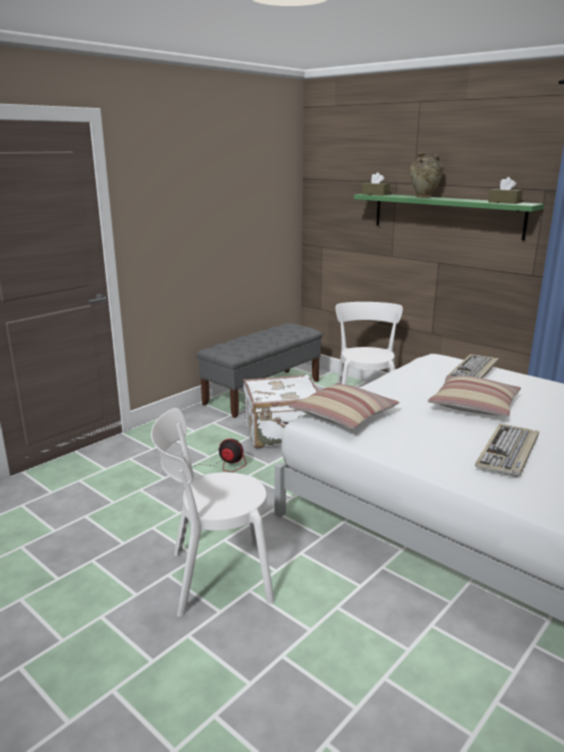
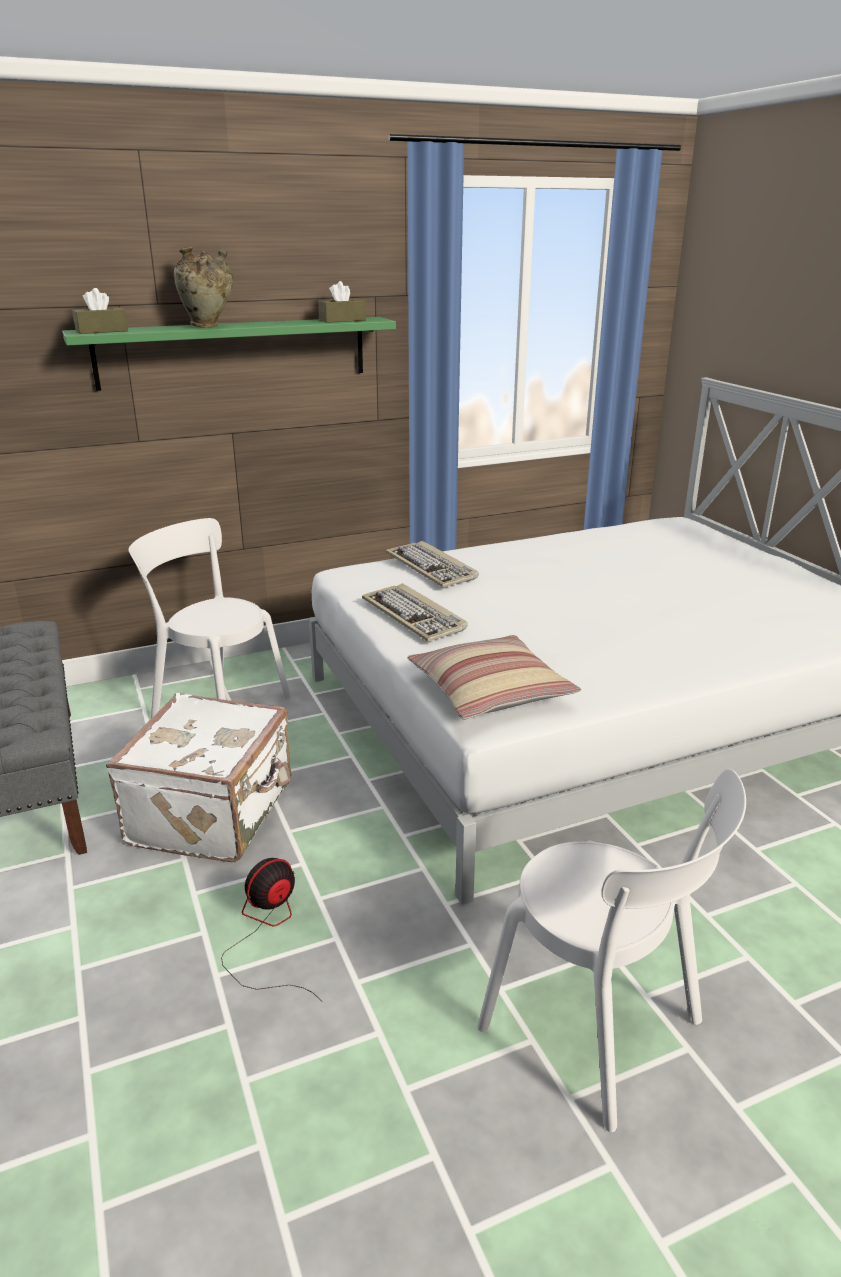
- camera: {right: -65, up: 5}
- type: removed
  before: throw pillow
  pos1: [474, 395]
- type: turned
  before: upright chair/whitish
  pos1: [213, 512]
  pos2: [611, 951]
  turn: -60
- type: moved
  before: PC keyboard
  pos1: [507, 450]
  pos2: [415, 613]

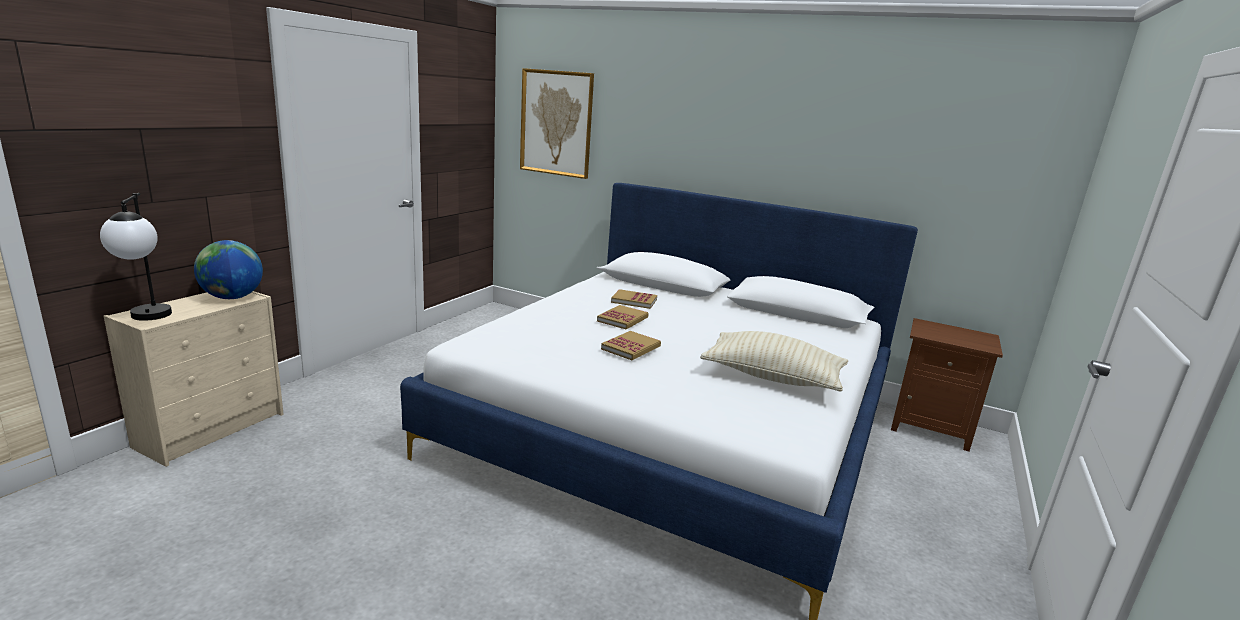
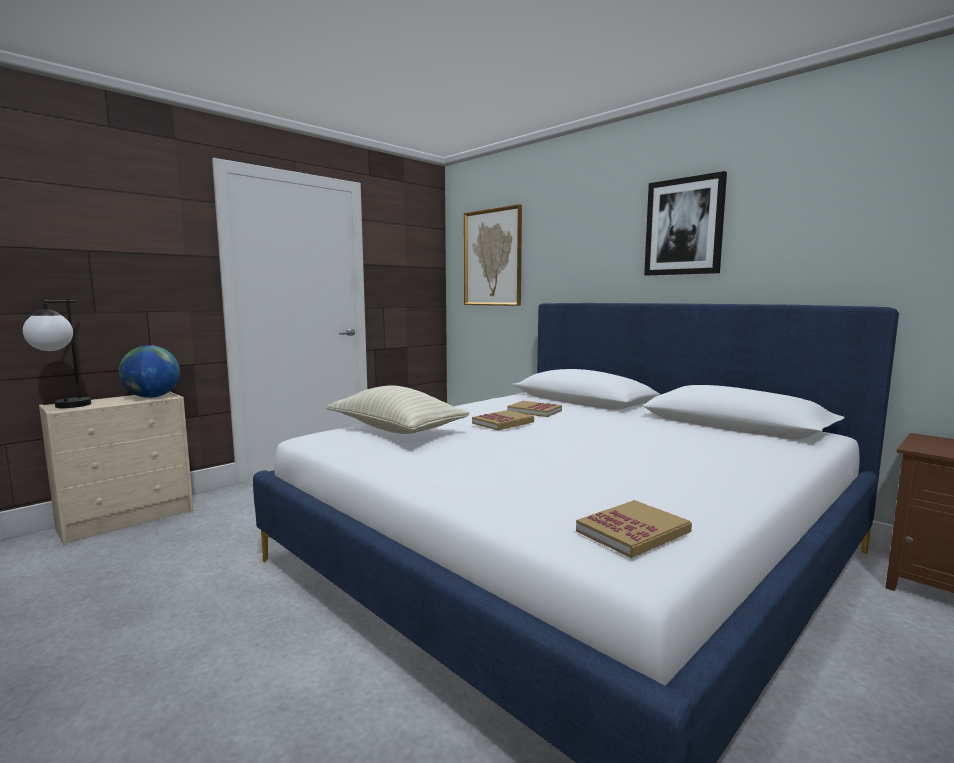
- camera: {right: 20, up: -10}
- type: moved
  before: bound book
  pos1: [631, 345]
  pos2: [634, 529]
- type: moved
  before: throw pillow/sand-coloured
  pos1: [774, 361]
  pos2: [398, 410]
- type: added
  after: picture
  pos2: [685, 223]

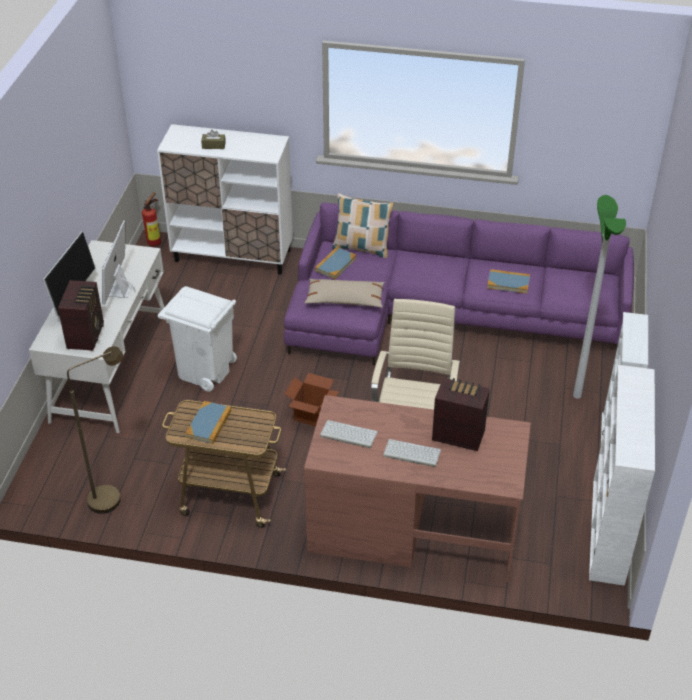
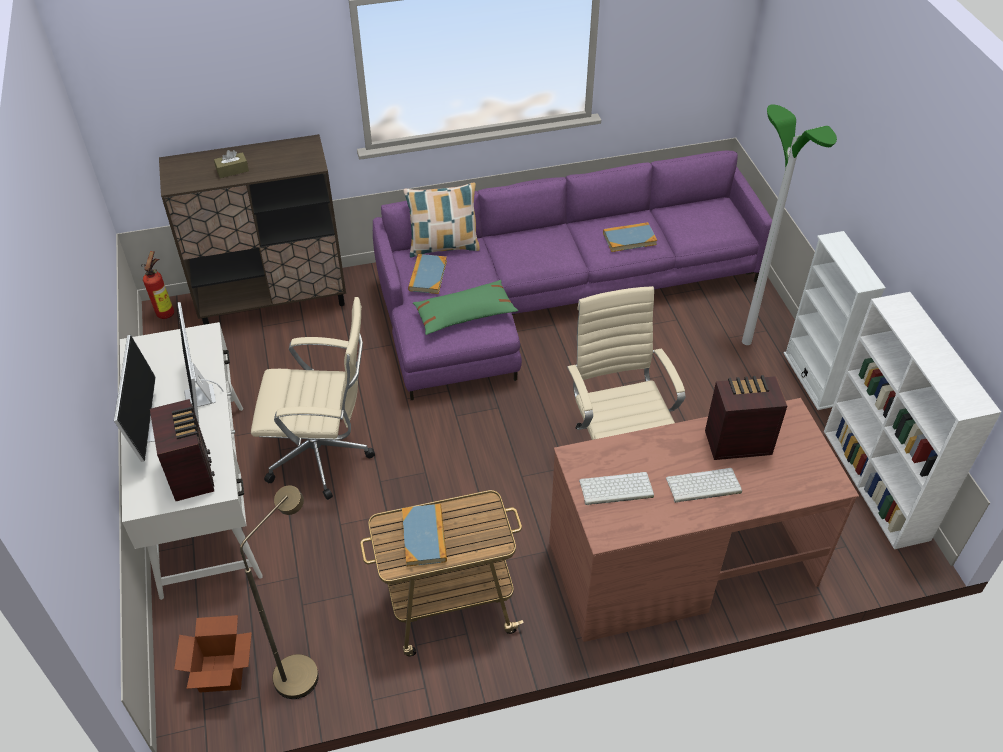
- camera: {right: -25, up: 5}
- type: recoloured
  before: storage cabinet/whitish
  after: storage cabinet/brownish
  pos1: [225, 199]
  pos2: [252, 229]
- type: recoloured
  before: throw pillow/sand-coloured
  after: throw pillow/greenish
  pos1: [345, 293]
  pos2: [465, 307]
- type: replaced
  before: trash can/whitish
  after: desk chair/sand-coloured
  pos1: [197, 339]
  pos2: [313, 398]
- type: moved
  before: cardboard box
  pos1: [312, 399]
  pos2: [213, 653]

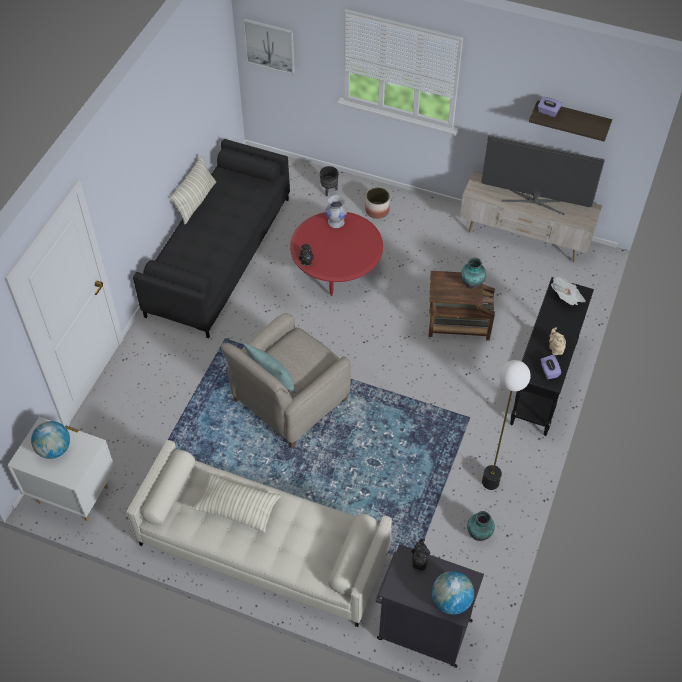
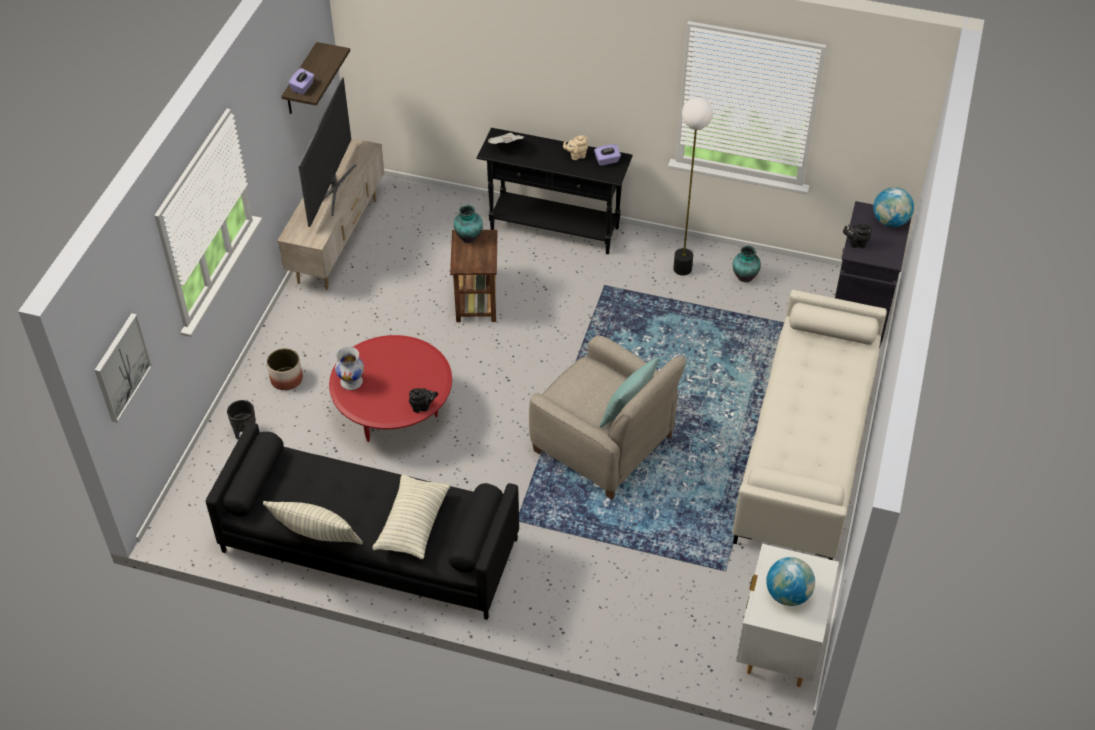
- camera: {right: -95, up: -5}
- type: moved
  before: throw pillow
  pos1: [236, 502]
  pos2: [411, 516]

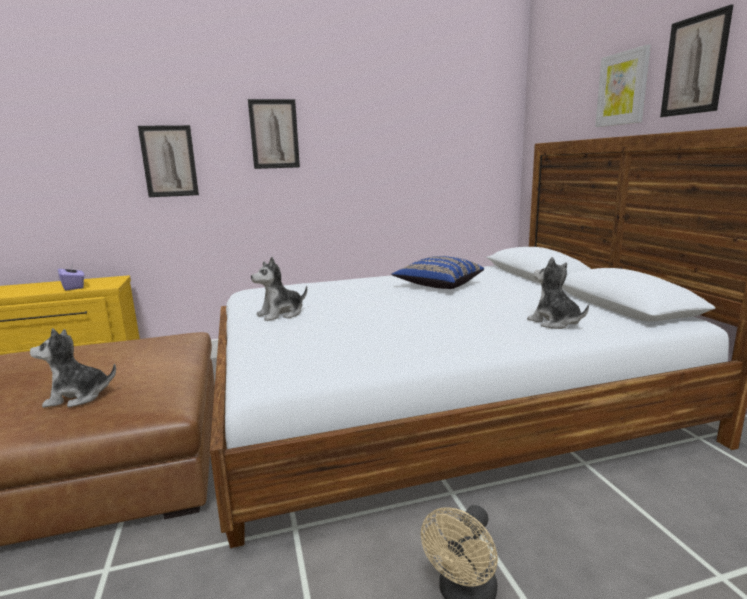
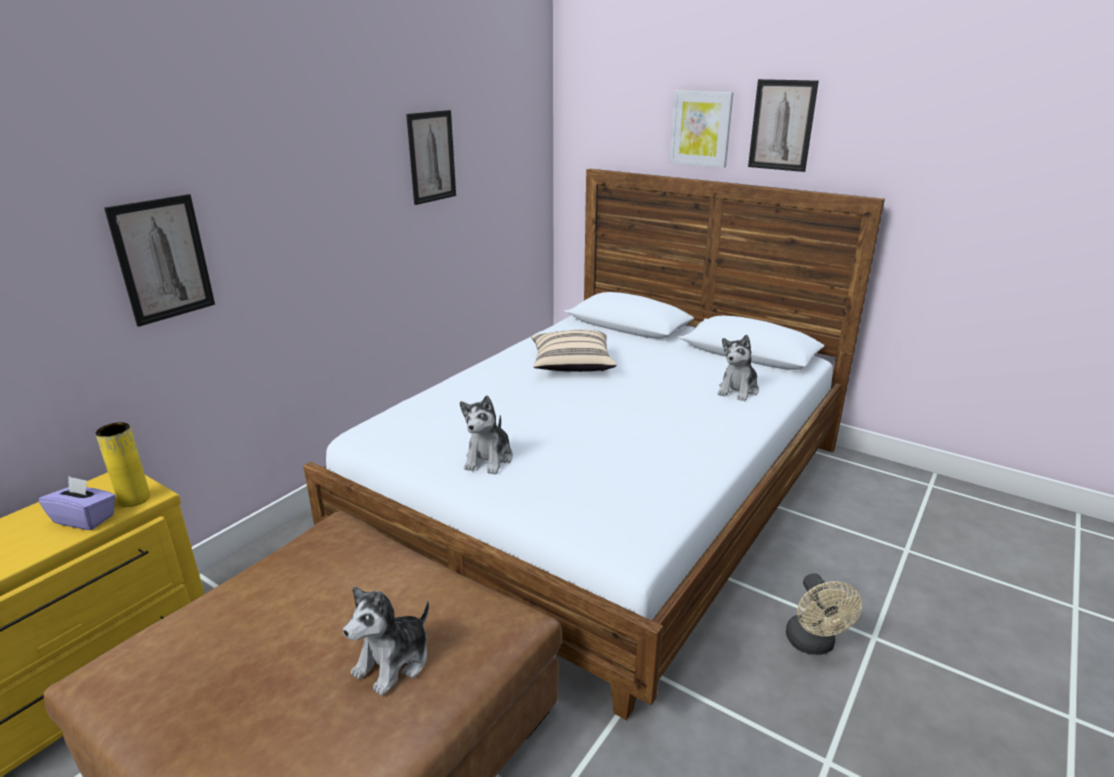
- camera: {right: -40, up: 10}
- type: moved
  before: picture
  pos1: [274, 134]
  pos2: [431, 157]
- type: recoloured
  before: throw pillow/bluish
  after: throw pillow/sand-coloured
  pos1: [437, 272]
  pos2: [574, 351]
- type: turned
  before: soft toy
  pos1: [558, 293]
  pos2: [738, 368]
  turn: -75
- type: added
  after: decorative vase/yellow-coloured
  pos2: [122, 464]

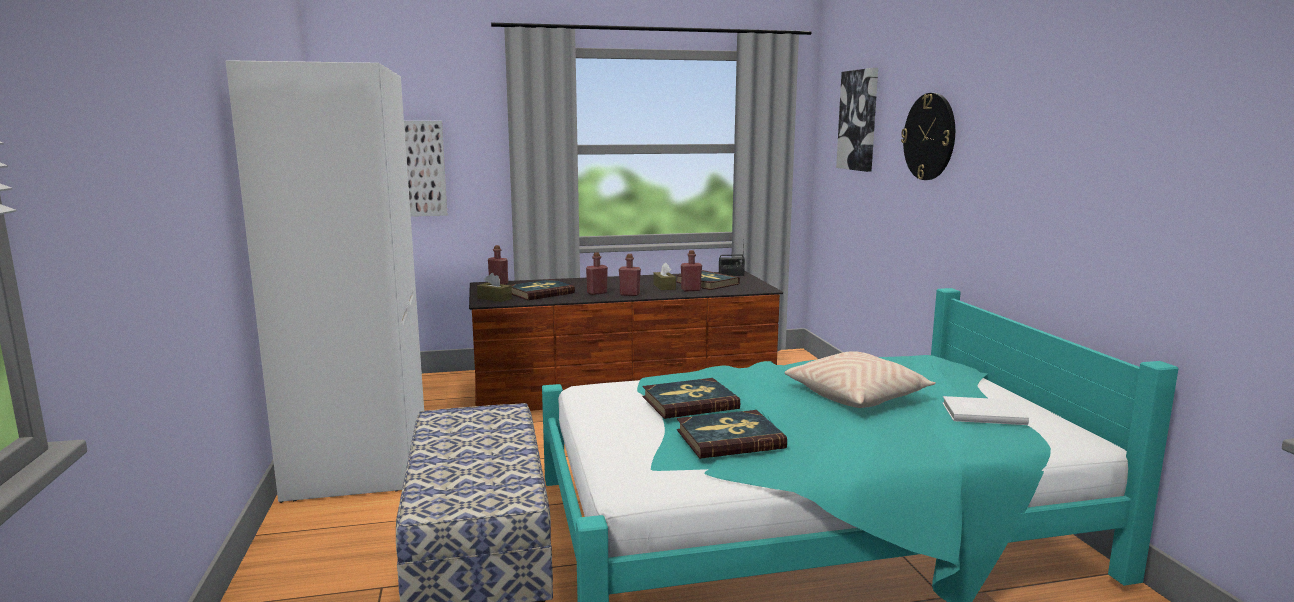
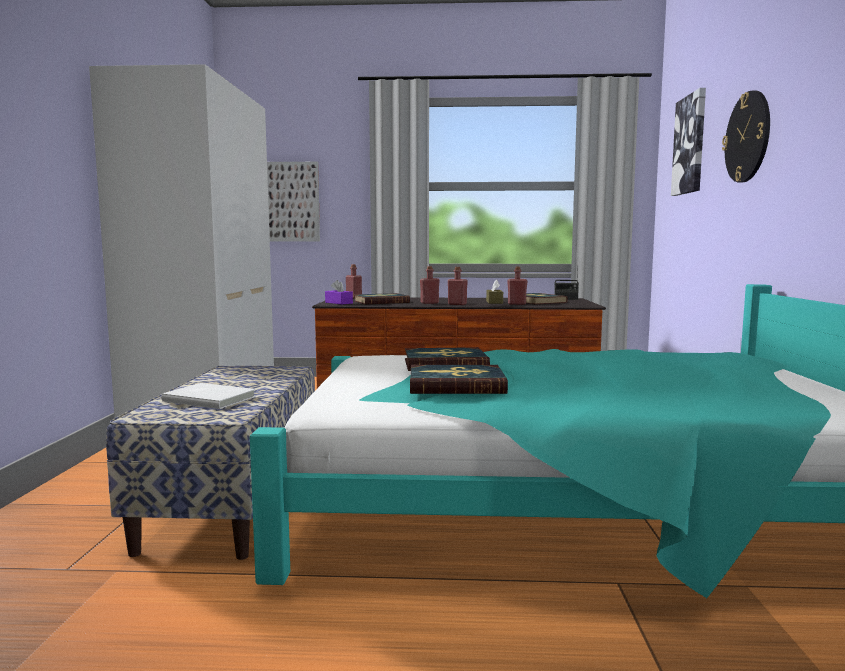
- camera: {right: 15, up: -5}
- type: recoloured
  before: box of tissues/brownish
  after: box of tissues/purple-coloured
  pos1: [494, 287]
  pos2: [339, 292]
- type: removed
  before: throw pillow/sand-coloured
  pos1: [860, 379]
- type: moved
  before: bound book/whitish
  pos1: [985, 410]
  pos2: [208, 396]

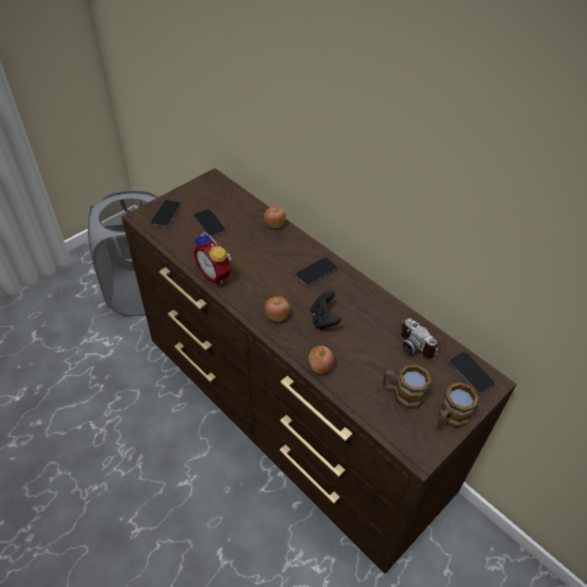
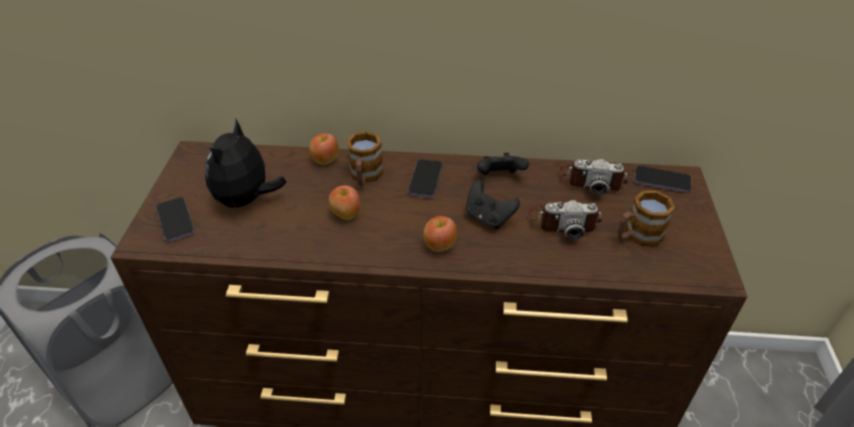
- camera: {right: -40, up: -5}
- type: replaced
  before: phone
  after: soft toy
  pos1: [210, 223]
  pos2: [245, 164]
- type: removed
  before: table clock
  pos1: [212, 258]
- type: moved
  before: apple fruit
  pos1: [321, 360]
  pos2: [344, 203]
- type: moved
  before: coffee mug
  pos1: [458, 405]
  pos2: [364, 158]
- type: added
  after: game controller/black
  pos2: [503, 164]
- type: added
  after: still camera
  pos2: [565, 220]

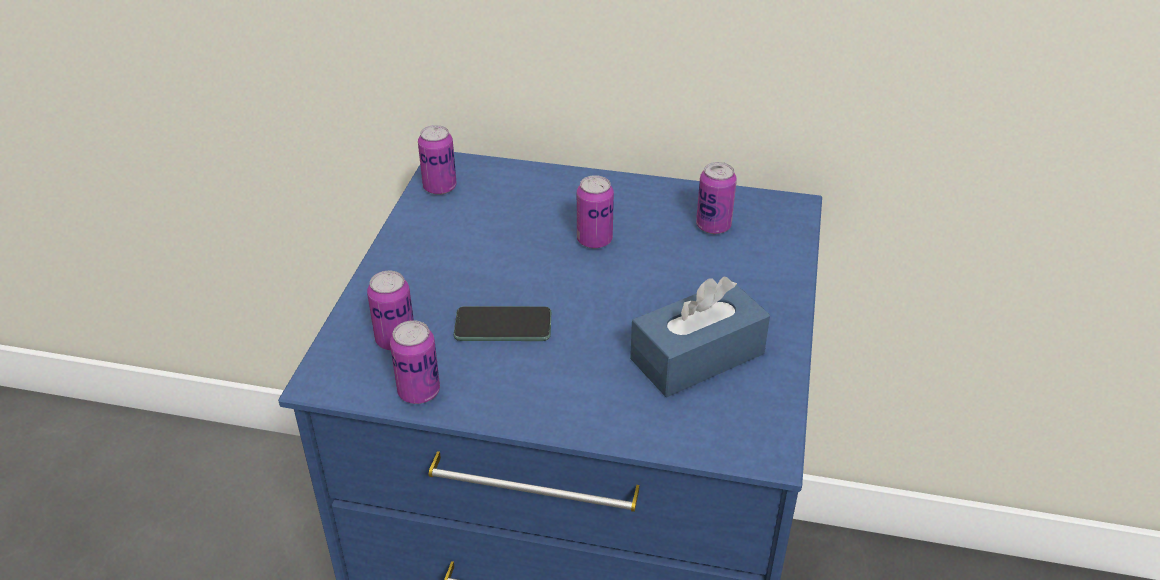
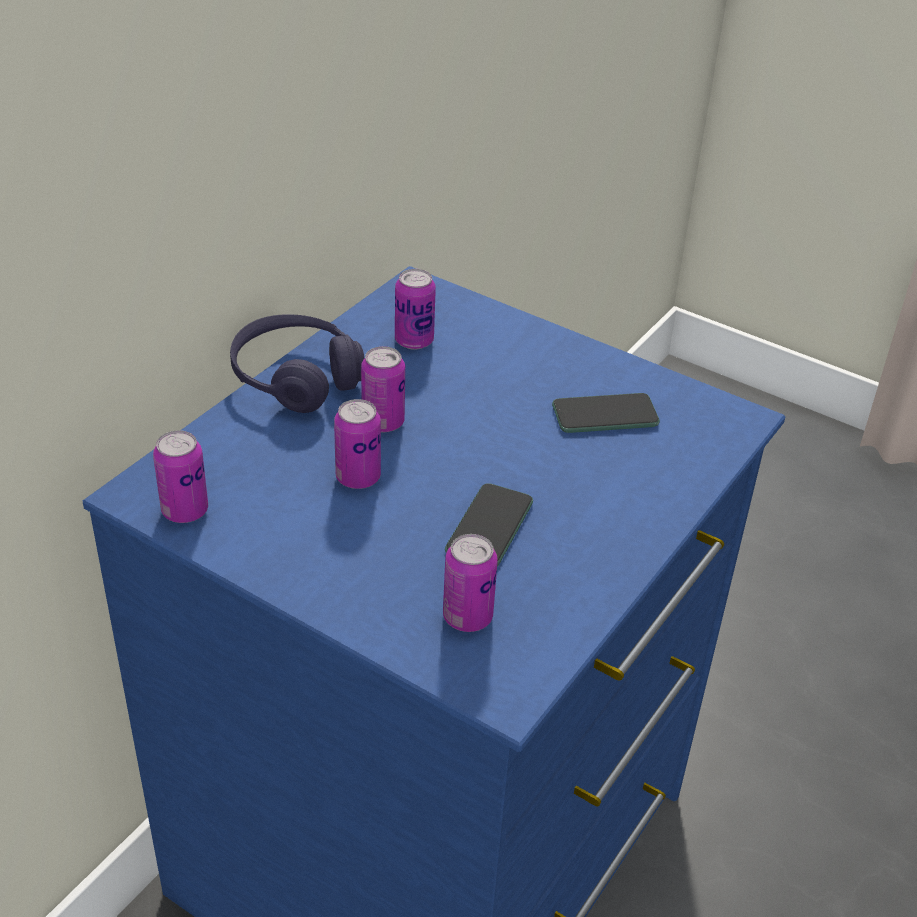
- camera: {right: -70, up: 0}
- type: replaced
  before: box of tissues/bluish
  after: phone
  pos1: [700, 337]
  pos2: [606, 413]
- type: moved
  before: metal can
  pos1: [415, 362]
  pos2: [357, 444]
- type: added
  after: headphones/purple-coloured
  pos2: [297, 363]

